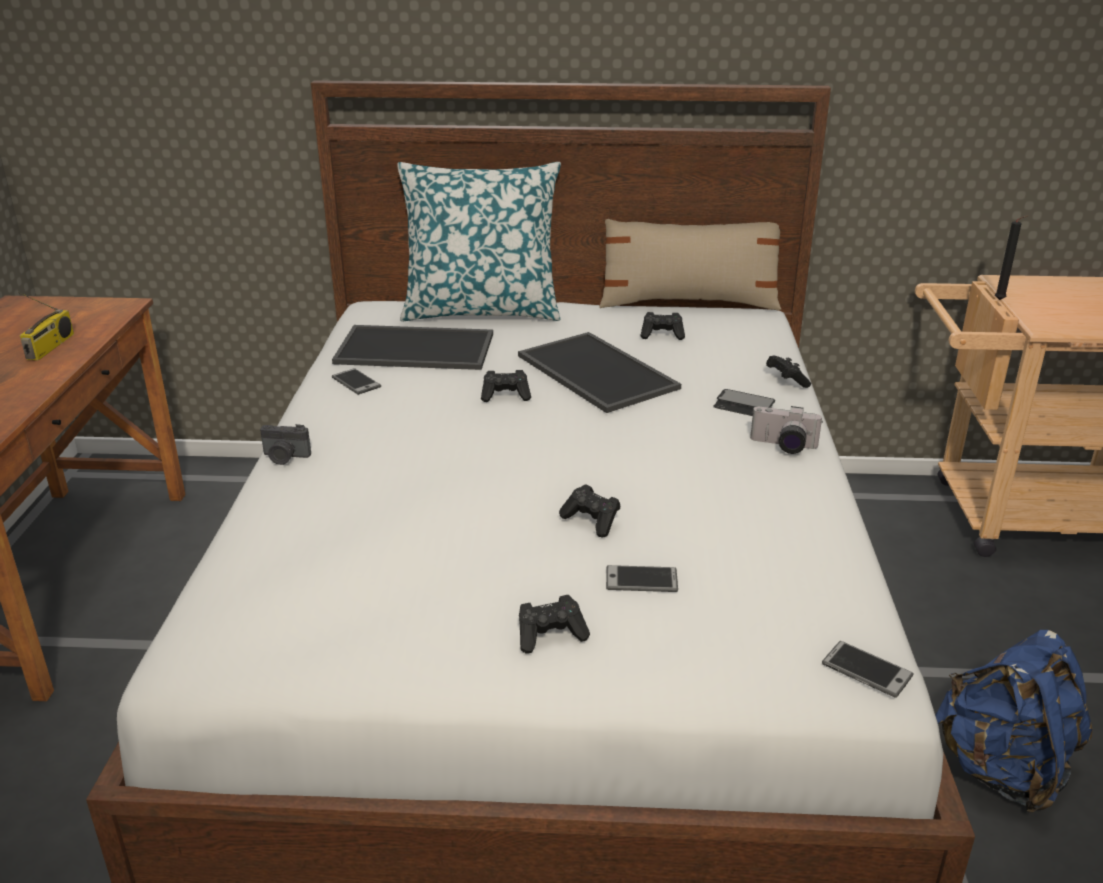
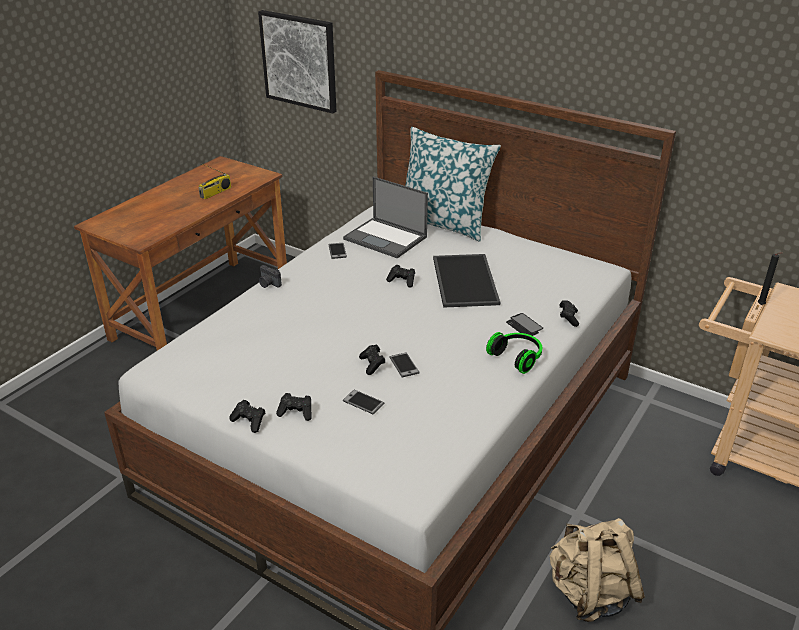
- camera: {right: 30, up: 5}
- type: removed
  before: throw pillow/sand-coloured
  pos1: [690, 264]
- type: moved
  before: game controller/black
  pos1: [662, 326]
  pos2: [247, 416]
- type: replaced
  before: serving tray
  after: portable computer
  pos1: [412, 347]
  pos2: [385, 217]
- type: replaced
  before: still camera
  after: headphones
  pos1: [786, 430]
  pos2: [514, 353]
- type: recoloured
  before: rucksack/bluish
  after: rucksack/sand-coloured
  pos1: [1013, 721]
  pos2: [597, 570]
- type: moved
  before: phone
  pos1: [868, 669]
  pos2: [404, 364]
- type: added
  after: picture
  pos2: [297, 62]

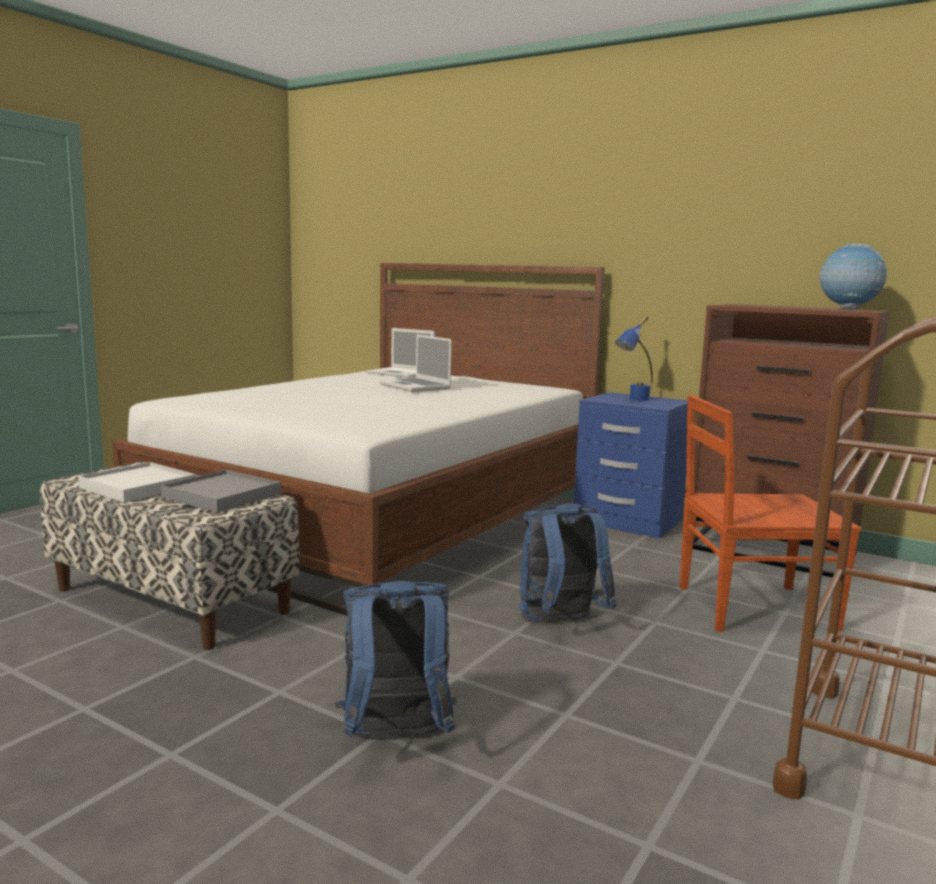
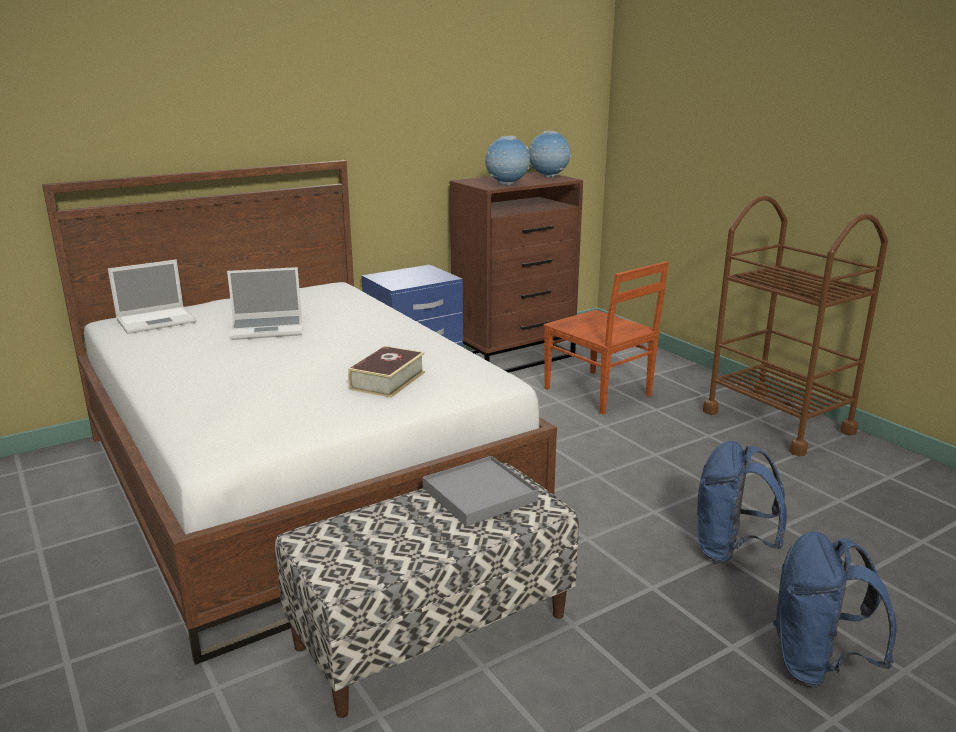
- camera: {right: -65, up: 10}
- type: removed
  before: table lamp/bluish
  pos1: [634, 357]
- type: turned
  before: upright chair/brownish
  pos1: [771, 513]
  pos2: [606, 338]
  turn: -60
- type: removed
  before: serving tray/whitish
  pos1: [137, 482]
- type: moved
  before: rucksack/bluish
  pos1: [568, 562]
  pos2: [835, 609]
- type: added
  after: world globe
  pos2: [507, 160]
- type: added
  after: bound book
  pos2: [386, 372]

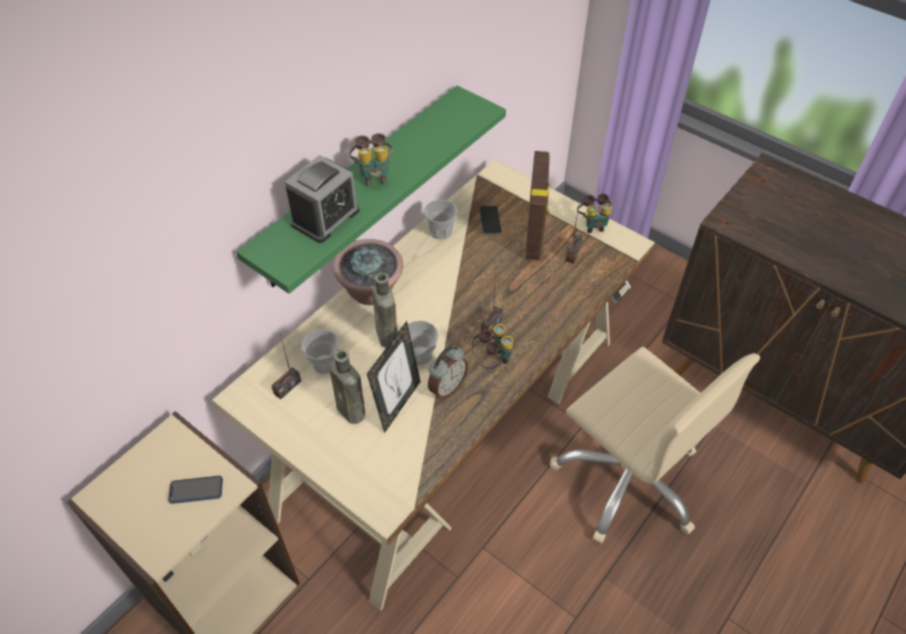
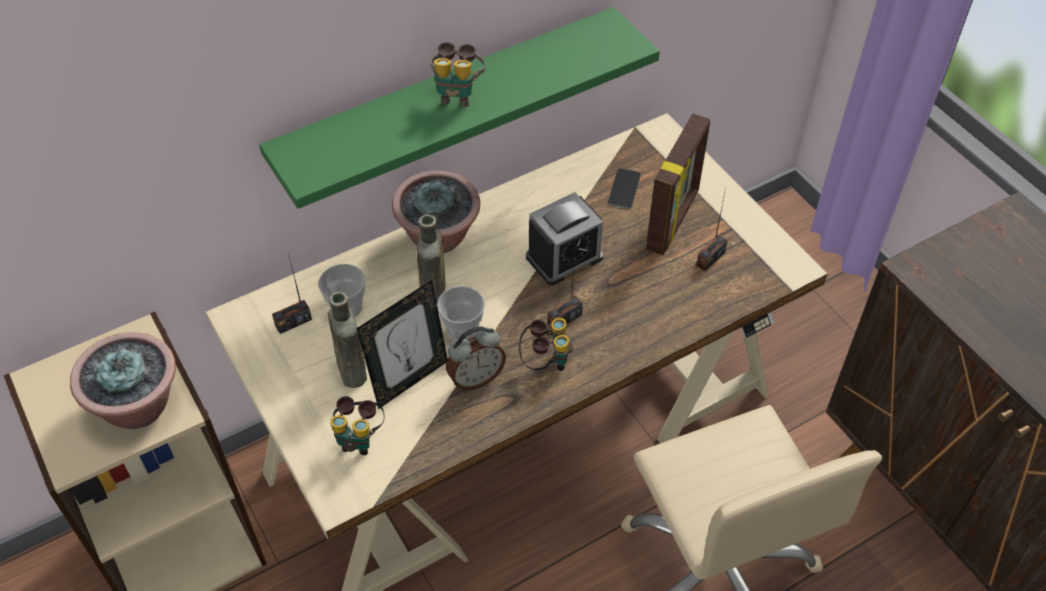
- camera: {right: 20, up: 0}
- type: moved
  before: table clock
  pos1: [322, 199]
  pos2: [564, 238]
- type: moved
  before: pair of binoculars
  pos1: [594, 213]
  pos2: [357, 425]
- type: removed
  before: small cup
  pos1: [440, 220]
- type: replaced
  before: phone
  after: houseplant
  pos1: [195, 490]
  pos2: [123, 380]

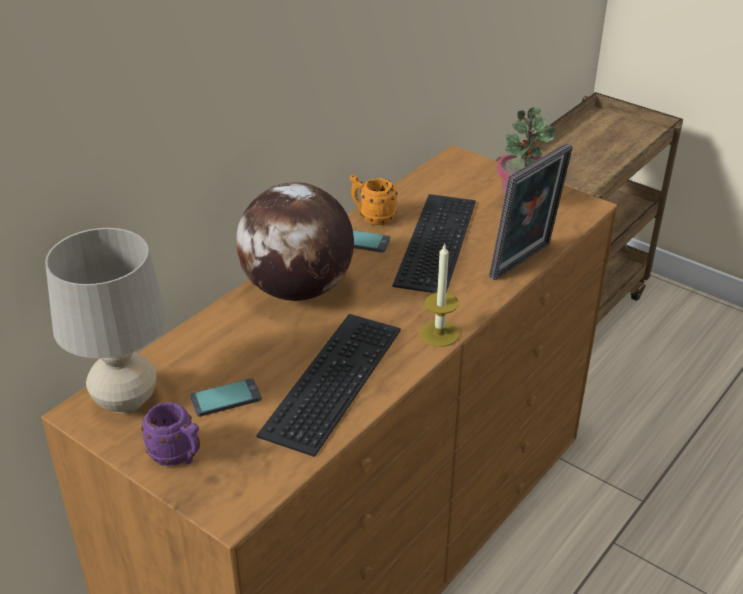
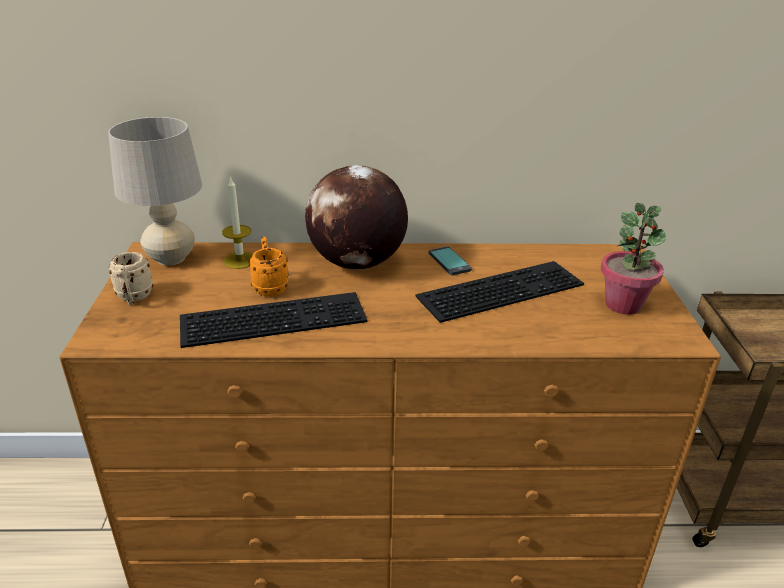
- camera: {right: 50, up: -5}
- type: removed
  before: standing frame
  pos1: [531, 211]
- type: moved
  before: coffee mug/orange-coloured
  pos1: [373, 200]
  pos2: [268, 266]
- type: moved
  before: candle
  pos1: [439, 295]
  pos2: [237, 222]
- type: removed
  before: phone
  pos1: [226, 397]
- type: recoloured
  before: coffee mug/purple-coloured
  after: coffee mug/sand-coloured
  pos1: [170, 434]
  pos2: [131, 278]

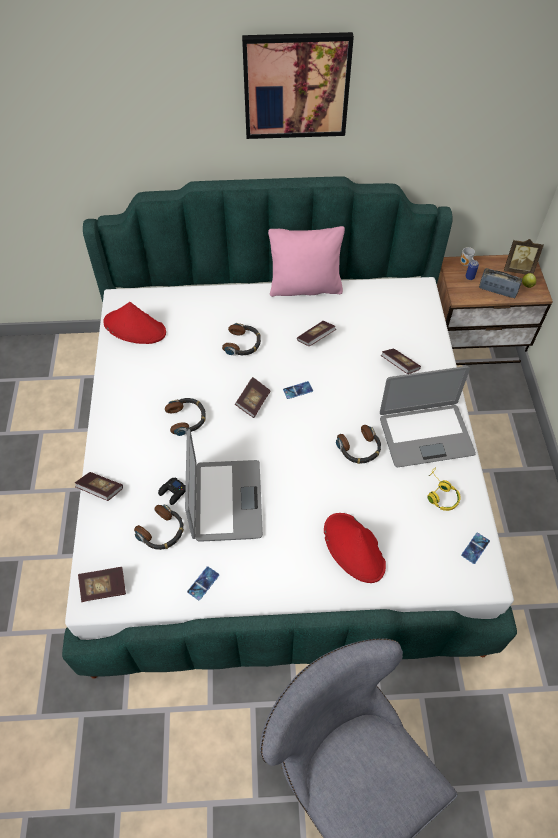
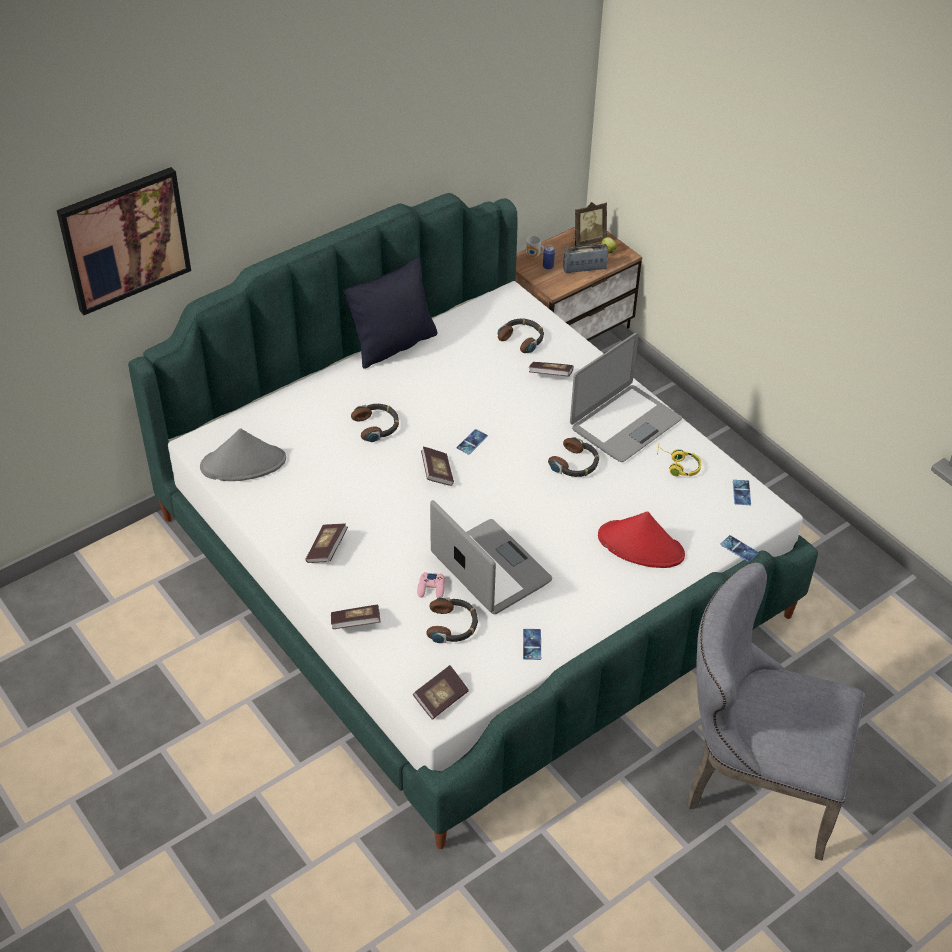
- camera: {right: -35, up: -10}
- type: moved
  before: picture
  pos1: [298, 85]
  pos2: [124, 241]
- type: recoloured
  before: throw pillow/pinkish
  after: throw pillow/black
  pos1: [306, 261]
  pos2: [391, 312]
- type: recoloured
  before: clothing hat/red
  after: clothing hat/greyish
  pos1: [134, 323]
  pos2: [243, 454]
- type: moved
  before: bound book
  pos1: [316, 333]
  pos2: [326, 543]
- type: moved
  before: headphones
  pos1: [185, 417]
  pos2: [521, 335]
- type: recoloured
  before: game controller/black
  after: game controller/pinkish
  pos1: [172, 491]
  pos2: [431, 585]
- type: added
  after: phone
  pos2: [740, 548]

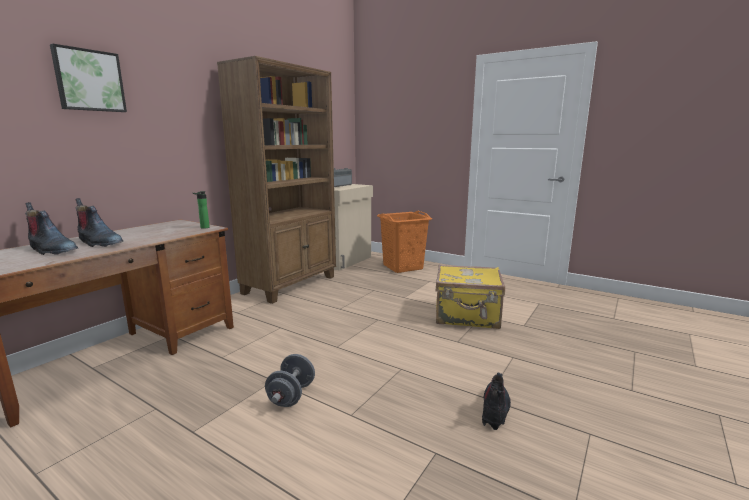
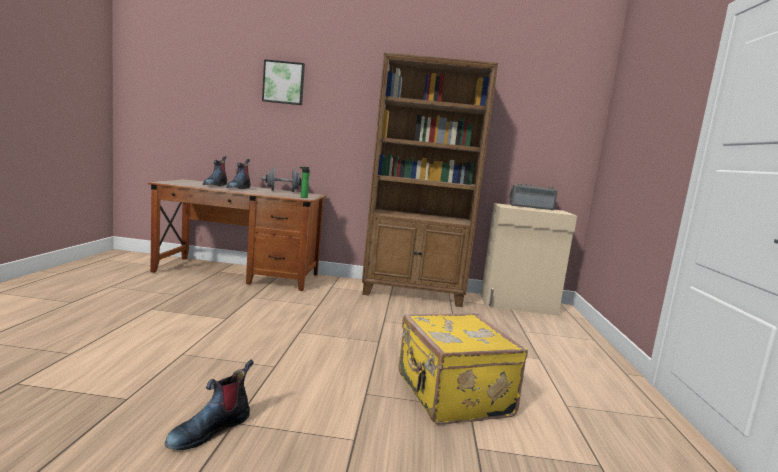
- camera: {right: 60, up: -5}
- type: removed
  before: hamper/orange-coloured
  pos1: [404, 242]
- type: moved
  before: dumbbell/greyish
  pos1: [290, 380]
  pos2: [282, 180]
- type: turned
  before: boot
  pos1: [496, 401]
  pos2: [209, 405]
  turn: 135

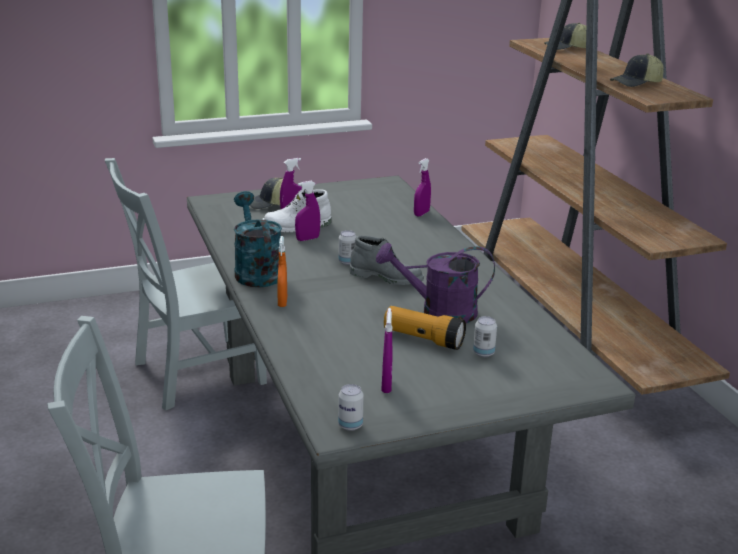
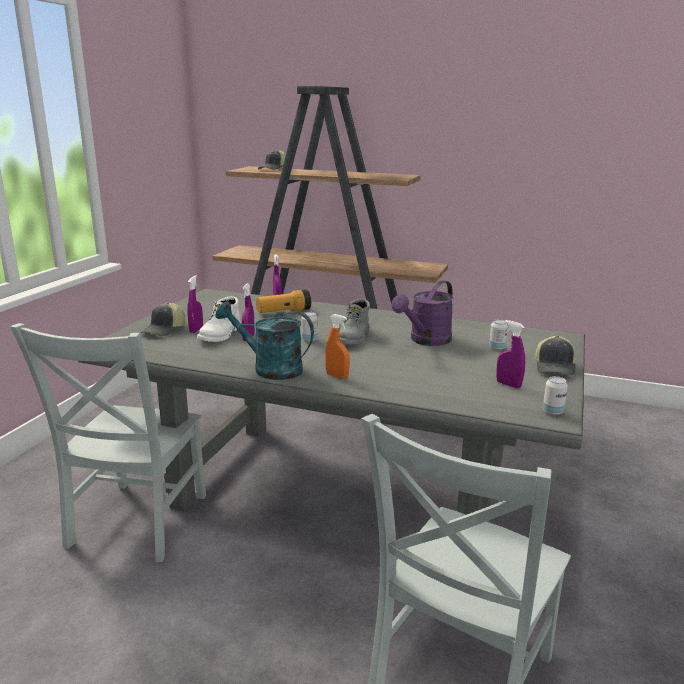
- camera: {right: -50, up: -5}
- type: moved
  before: cap
  pos1: [637, 70]
  pos2: [555, 355]
- type: turned
  before: boot/greyish
  pos1: [386, 260]
  pos2: [354, 322]
  turn: 135
- type: moved
  before: flashlight
  pos1: [425, 328]
  pos2: [283, 301]

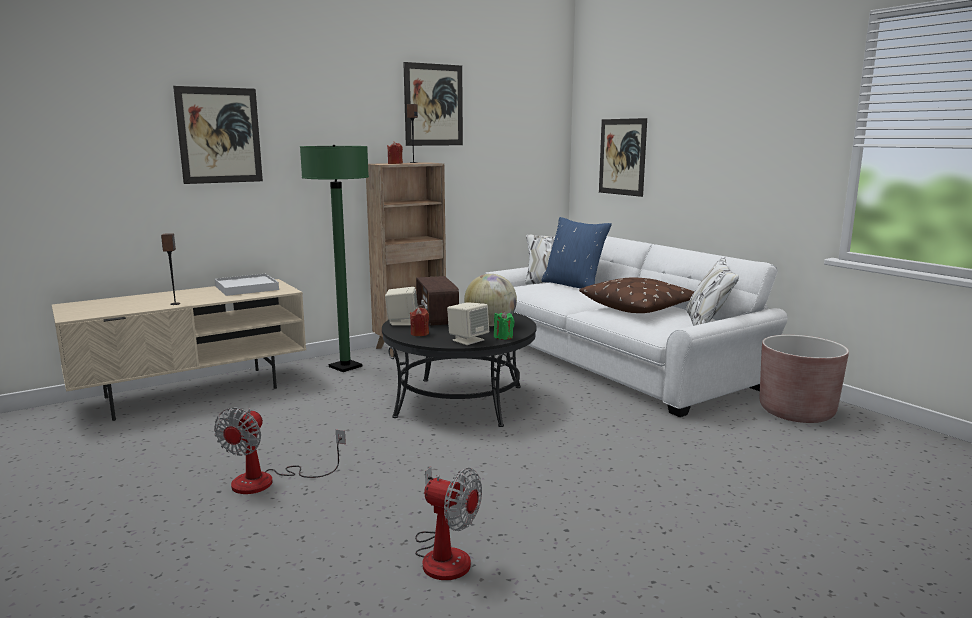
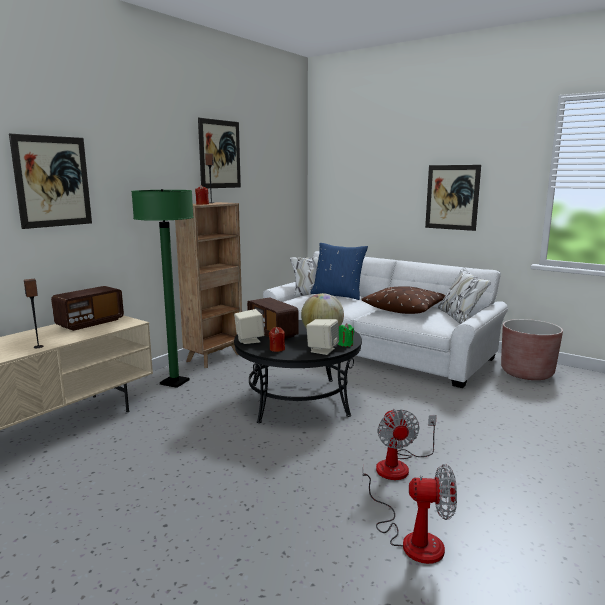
- camera: {right: -20, up: 0}
- type: moved
  before: picture
  pos1: [623, 157]
  pos2: [453, 198]
- type: replaced
  before: serving tray/whitish
  after: radio set
  pos1: [247, 285]
  pos2: [87, 308]
- type: moved
  before: fan
  pos1: [280, 450]
  pos2: [406, 444]

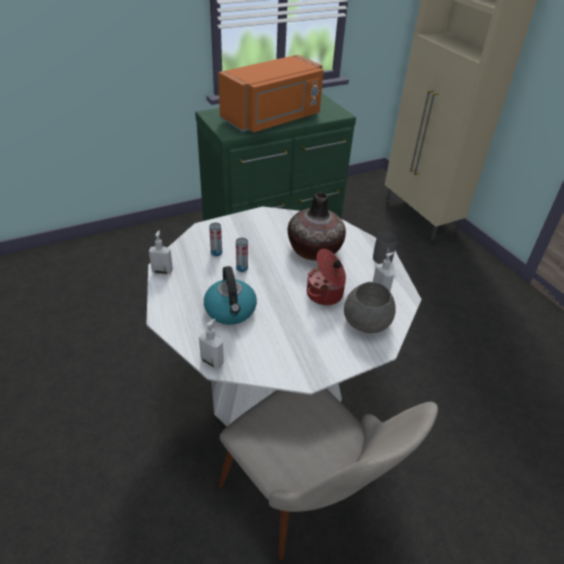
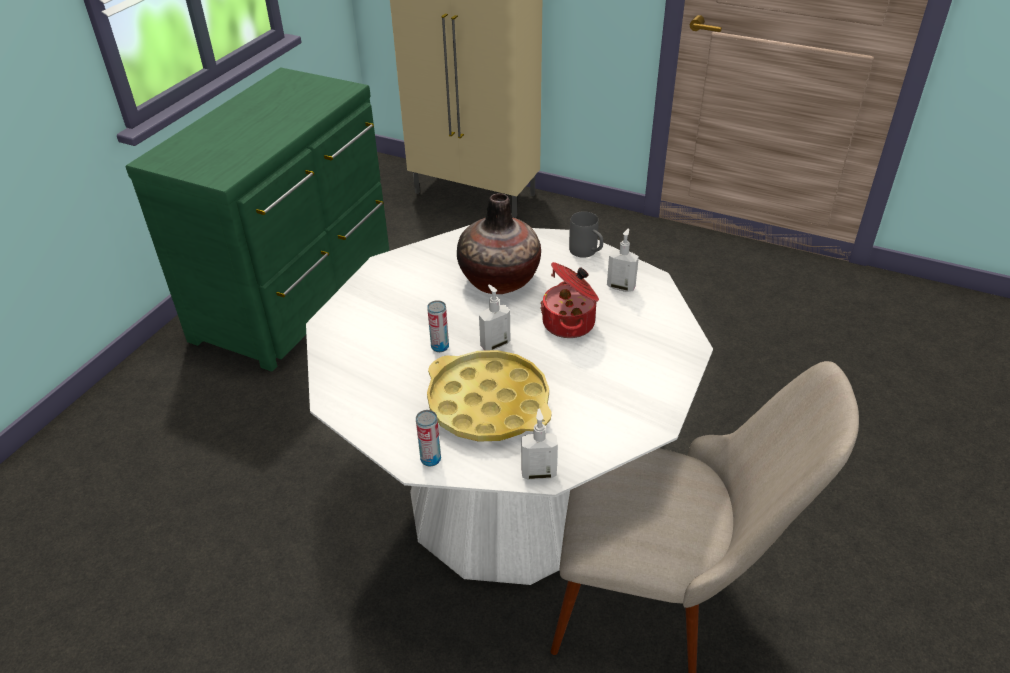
- camera: {right: -35, up: 0}
- type: removed
  before: kitchen microwave/orange-coloured
  pos1: [271, 93]
- type: moved
  before: metal can
  pos1: [215, 239]
  pos2: [428, 438]
- type: moved
  before: soap dispenser
  pos1: [161, 252]
  pos2: [494, 318]
- type: replaced
  before: water kettle
  after: serving tray/yellow-coloured
  pos1: [230, 295]
  pos2: [489, 396]
- type: removed
  before: bowl/greyish
  pos1: [370, 307]

